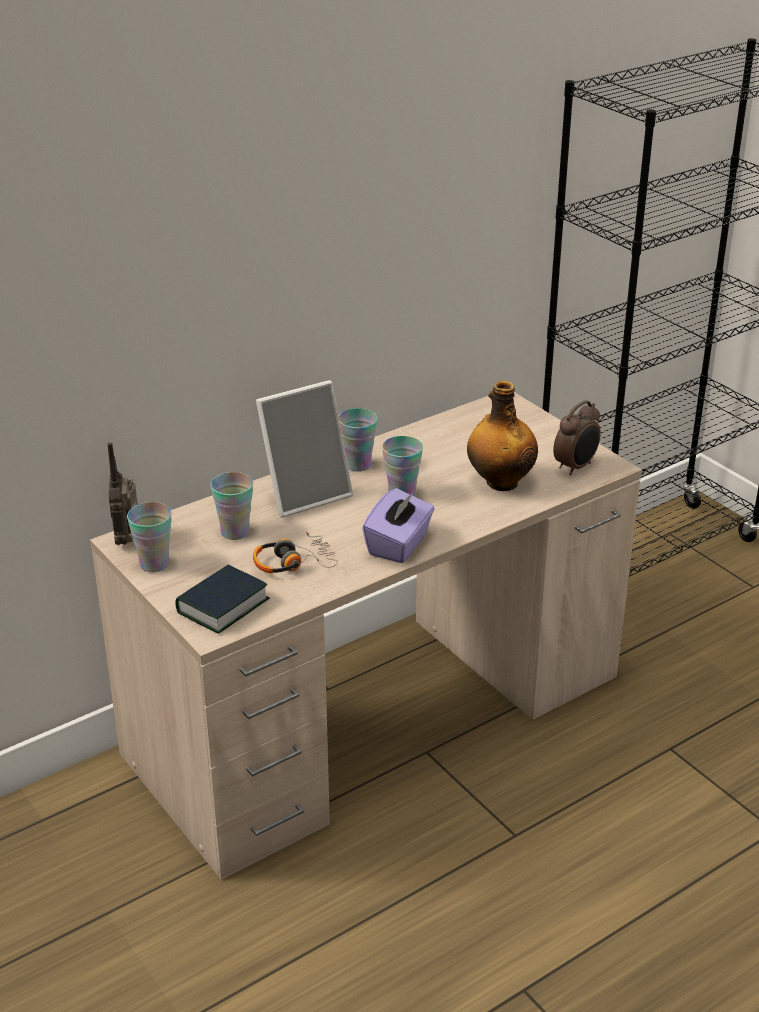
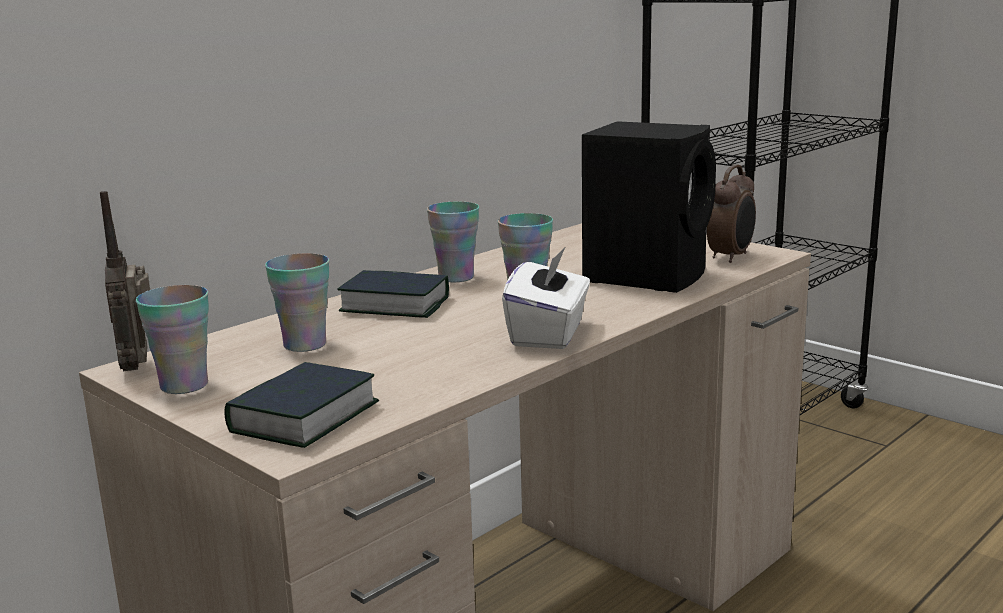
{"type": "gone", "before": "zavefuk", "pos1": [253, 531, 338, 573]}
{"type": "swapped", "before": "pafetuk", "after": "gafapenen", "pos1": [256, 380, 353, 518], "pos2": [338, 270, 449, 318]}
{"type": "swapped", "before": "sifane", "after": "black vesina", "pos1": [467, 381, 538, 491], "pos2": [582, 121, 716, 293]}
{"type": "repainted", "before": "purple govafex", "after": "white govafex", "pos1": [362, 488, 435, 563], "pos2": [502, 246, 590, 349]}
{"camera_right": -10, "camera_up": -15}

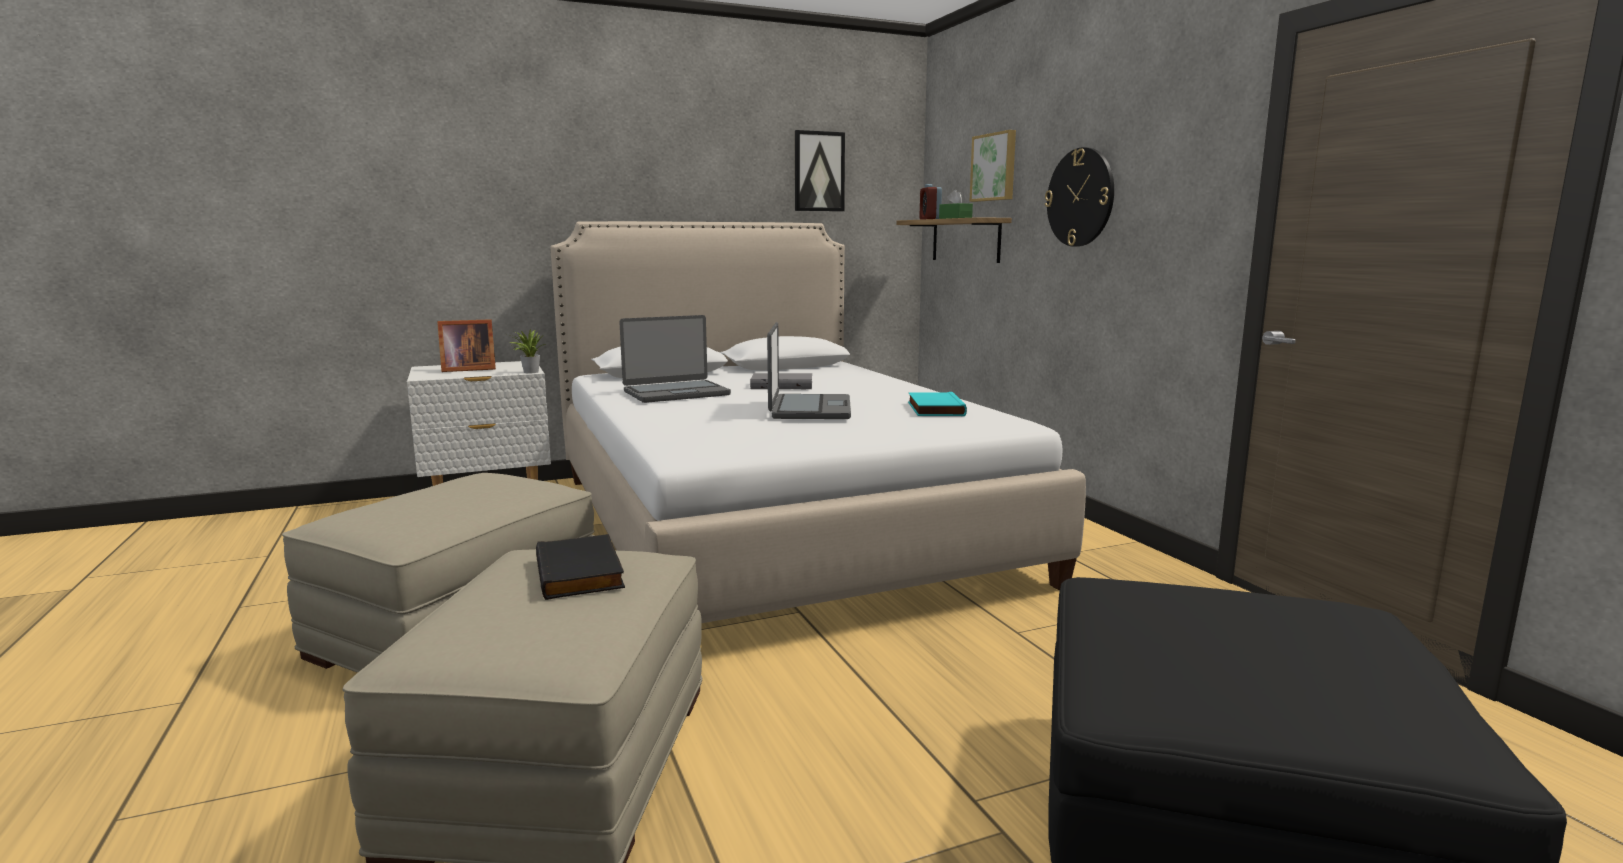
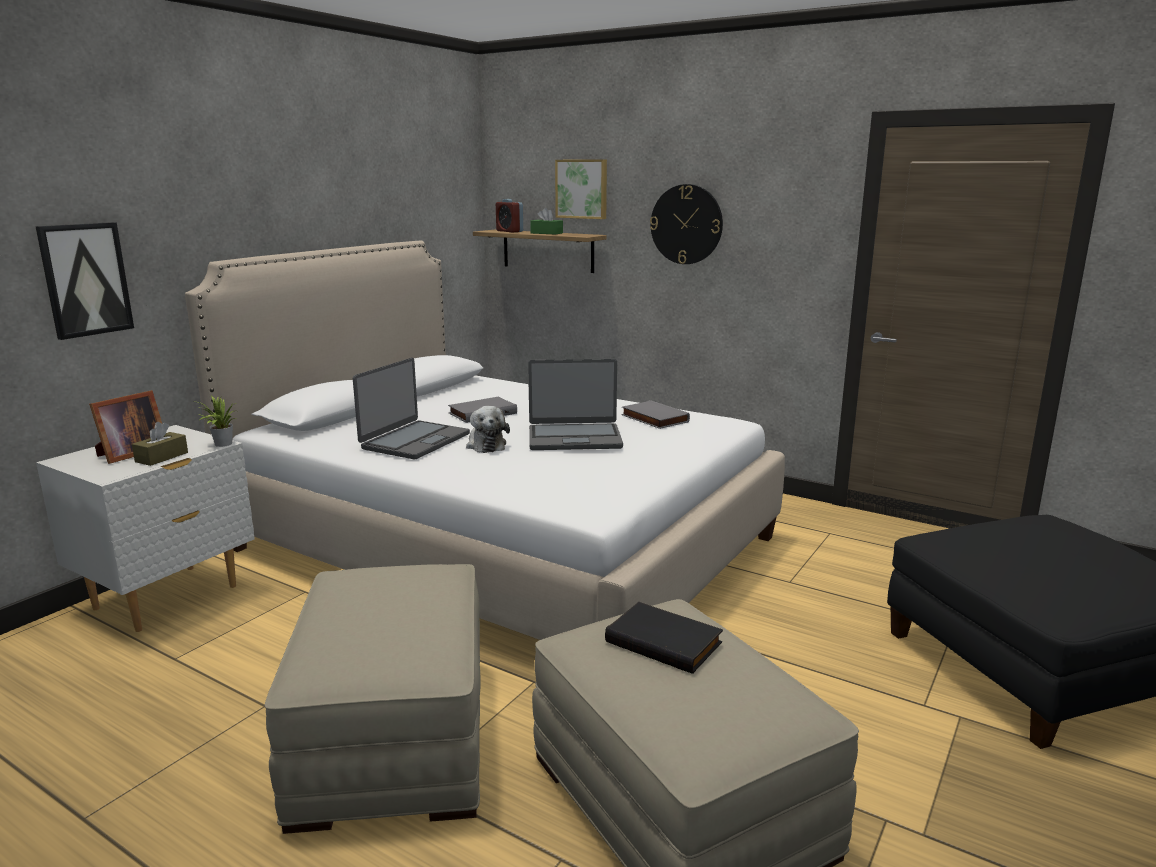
{"type": "new", "after": "brown govafex", "pos2": [132, 422, 188, 466]}
{"type": "new", "after": "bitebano", "pos2": [466, 406, 510, 453]}
{"type": "shifted", "before": "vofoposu", "pos1": [795, 130, 845, 211], "pos2": [35, 222, 134, 340]}
{"type": "repainted", "before": "turquoise gafapenen", "after": "grey gafapenen", "pos1": [908, 392, 967, 416], "pos2": [621, 400, 690, 429]}
{"type": "rotated", "before": "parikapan", "pos1": [767, 322, 851, 419], "pos2": [528, 359, 623, 450], "turn": 120}
{"camera_right": -35, "camera_up": 5}

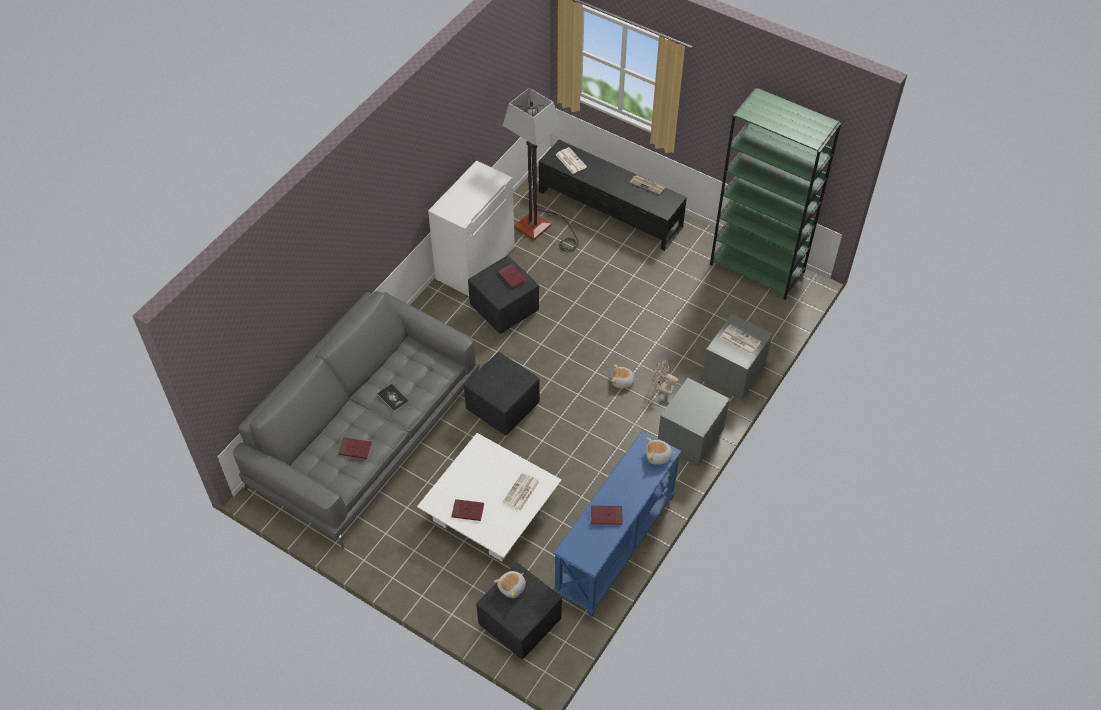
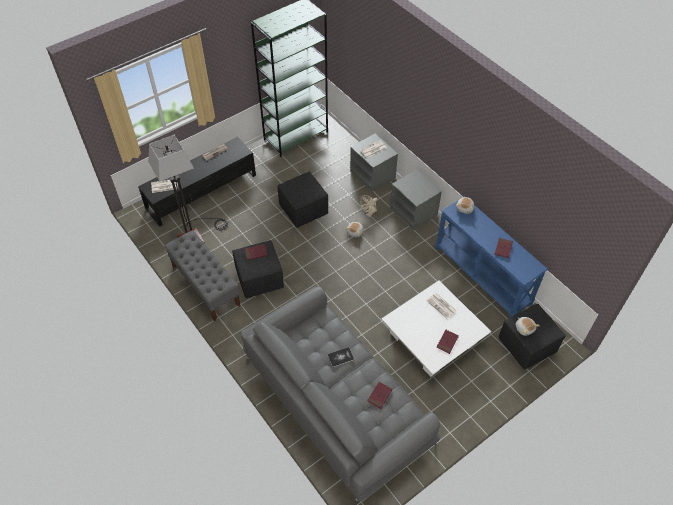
{"type": "shifted", "before": "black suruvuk", "pos1": [464, 352, 540, 435], "pos2": [277, 172, 328, 228]}
{"type": "swapped", "before": "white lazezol", "after": "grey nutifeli", "pos1": [428, 160, 515, 297], "pos2": [164, 230, 241, 321]}
{"camera_right": -70, "camera_up": 0}

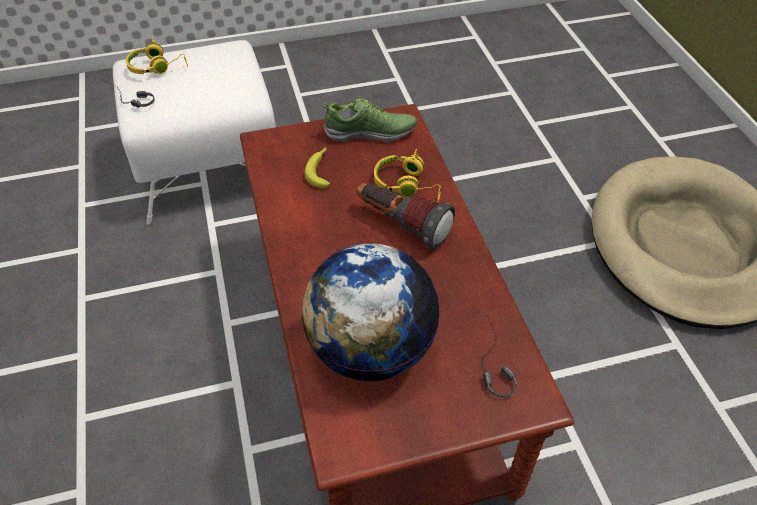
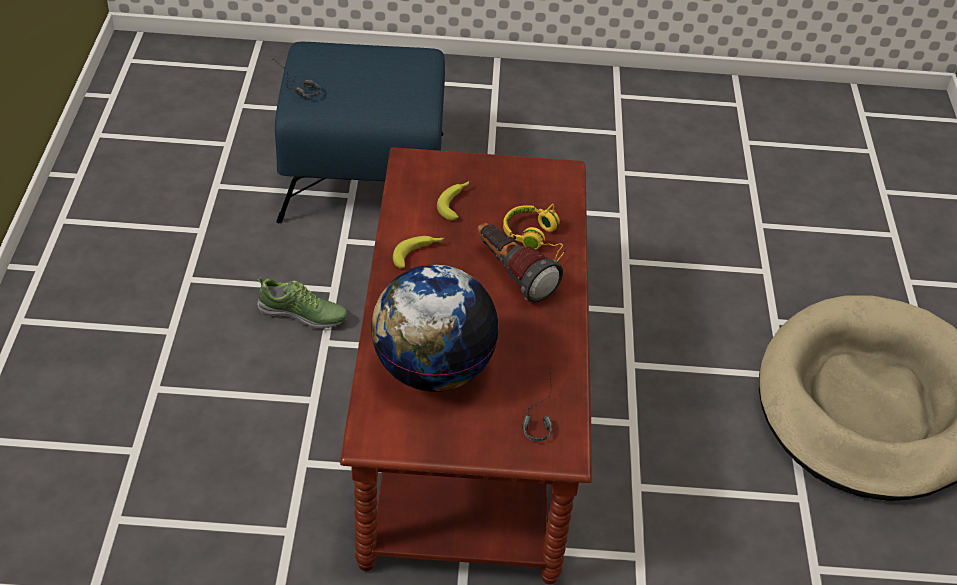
{"type": "gone", "before": "yellow zavefuk", "pos1": [126, 36, 188, 74]}
{"type": "new", "after": "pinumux", "pos2": [393, 236, 444, 268]}
{"type": "shifted", "before": "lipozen", "pos1": [323, 99, 417, 142], "pos2": [257, 277, 348, 329]}
{"type": "repainted", "before": "white suruvuk", "after": "blue suruvuk", "pos1": [113, 40, 276, 224], "pos2": [275, 42, 445, 223]}
{"camera_right": 15, "camera_up": -5}

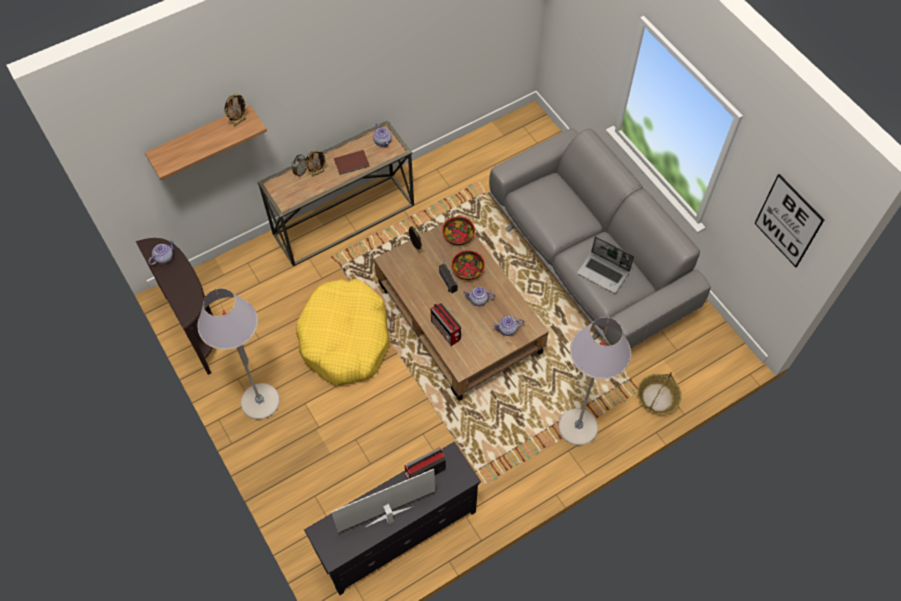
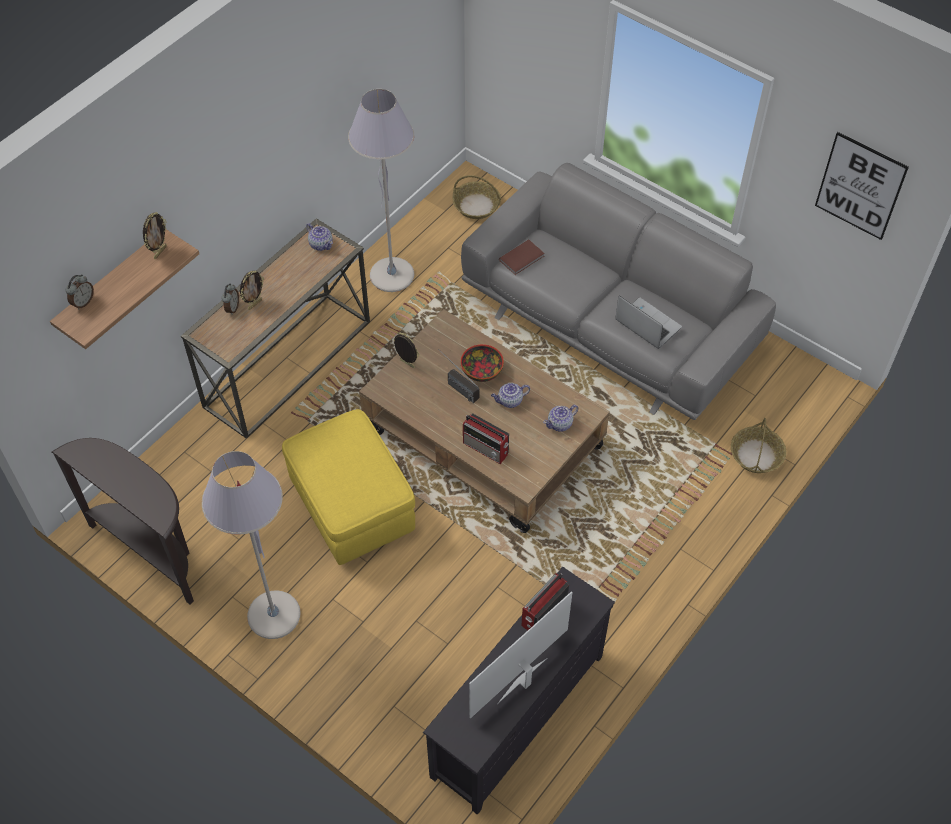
{"type": "gone", "before": "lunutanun", "pos1": [148, 239, 174, 265]}
{"type": "gone", "before": "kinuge", "pos1": [442, 216, 475, 245]}
{"type": "new", "after": "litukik", "pos2": [65, 274, 94, 309]}
{"type": "new", "after": "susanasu", "pos2": [453, 175, 501, 219]}
{"type": "shifted", "before": "brown gafapenen", "pos1": [334, 150, 370, 175], "pos2": [499, 239, 545, 275]}
{"type": "shifted", "before": "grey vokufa", "pos1": [558, 317, 631, 446], "pos2": [348, 89, 414, 292]}
{"type": "swapped", "before": "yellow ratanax", "after": "yellow suruvuk", "pos1": [296, 279, 389, 386], "pos2": [282, 409, 415, 565]}
{"type": "rotated", "before": "parikapan", "pos1": [577, 236, 634, 293], "pos2": [615, 296, 682, 349], "turn": -150}
{"camera_right": -20, "camera_up": -5}

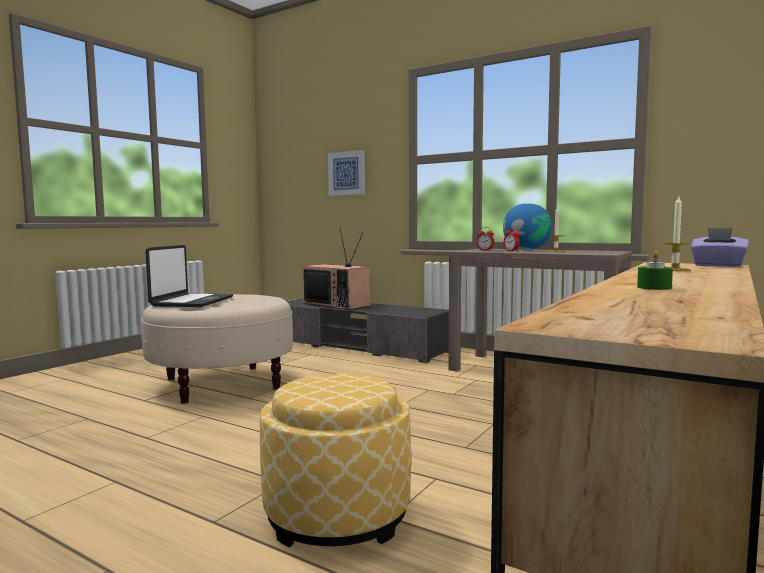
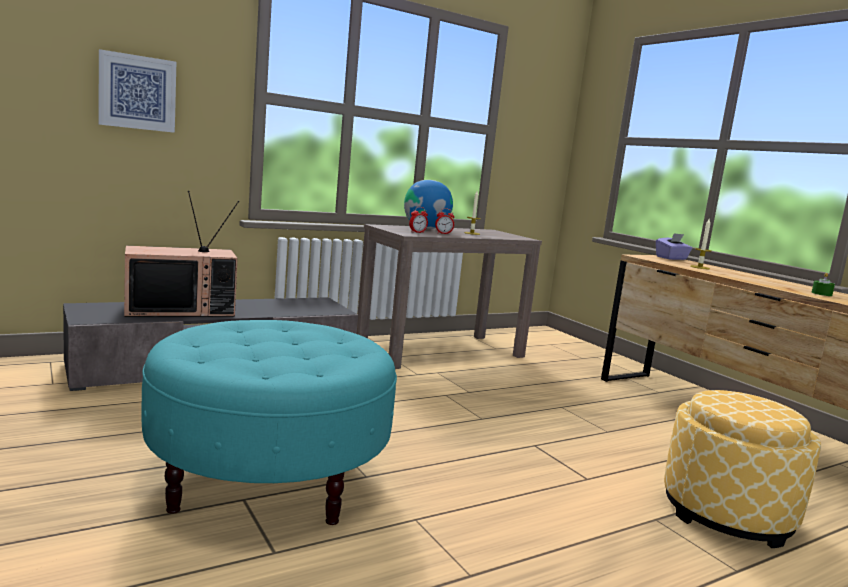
{"type": "gone", "before": "parikapan", "pos1": [145, 245, 233, 307]}
{"type": "repainted", "before": "beige suruvuk", "after": "turquoise suruvuk", "pos1": [141, 294, 293, 404], "pos2": [141, 320, 397, 525]}
{"camera_right": -65, "camera_up": 5}

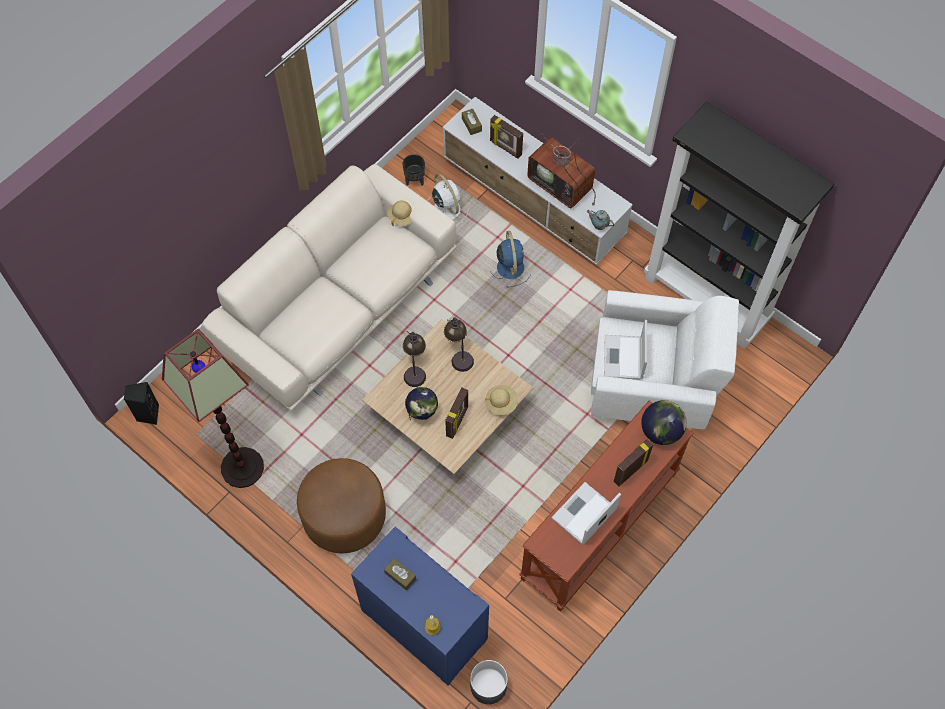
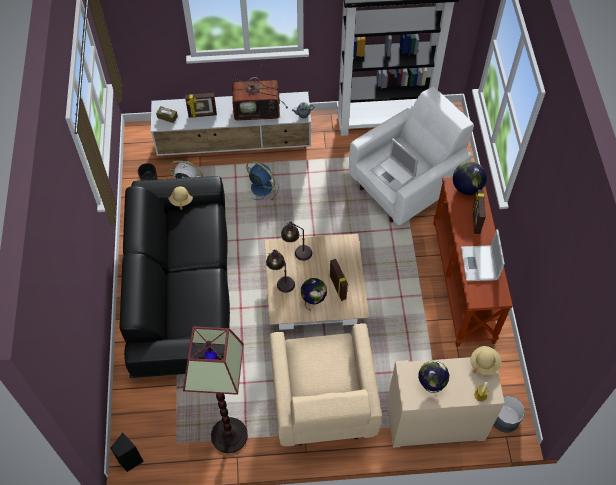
{"type": "shifted", "before": "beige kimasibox", "pos1": [485, 385, 518, 415], "pos2": [470, 346, 502, 375]}
{"type": "swapped", "before": "brown suruvuk", "after": "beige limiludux", "pos1": [297, 458, 386, 553], "pos2": [270, 323, 382, 446]}
{"type": "swapped", "before": "brown govafex", "after": "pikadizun", "pos1": [384, 558, 416, 590], "pos2": [418, 361, 449, 393]}
{"type": "repainted", "before": "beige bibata", "after": "black bibata", "pos1": [202, 164, 457, 411], "pos2": [120, 176, 230, 378]}
{"type": "repainted", "before": "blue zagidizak", "after": "beige zagidizak", "pos1": [351, 527, 489, 685], "pos2": [387, 357, 505, 448]}
{"camera_right": -45, "camera_up": -5}

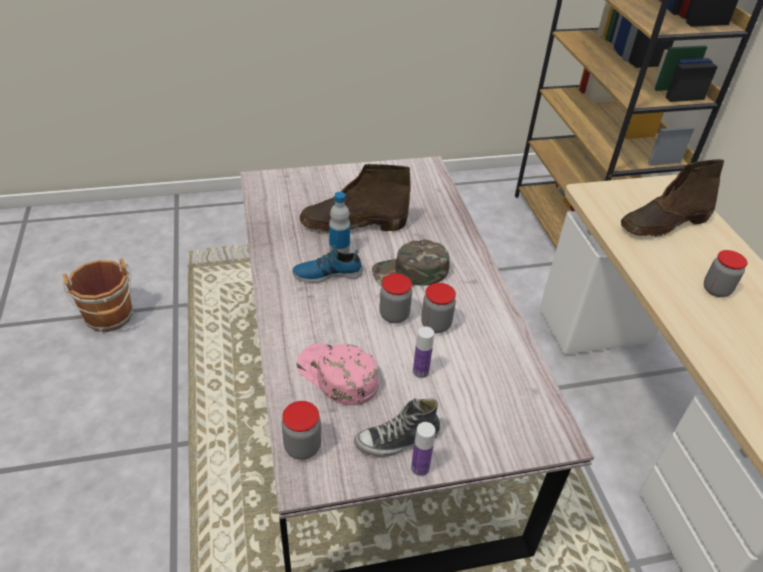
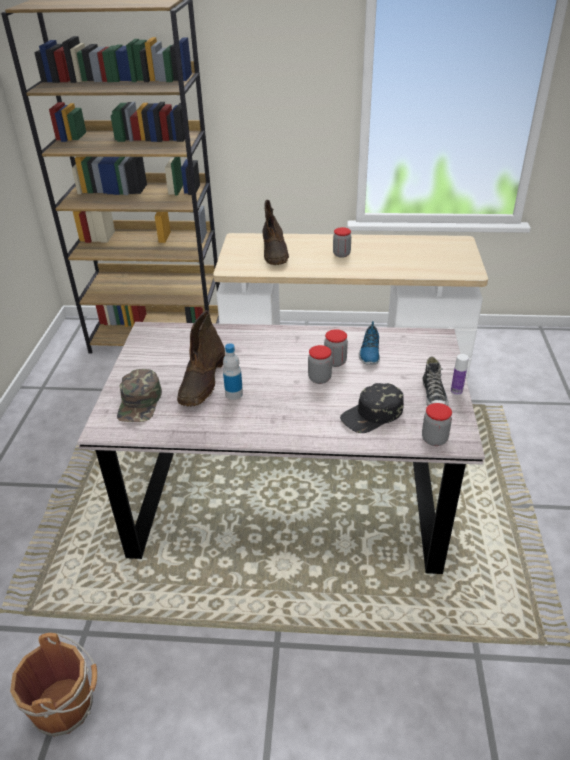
{"type": "gone", "before": "sifane", "pos1": [413, 326, 434, 378]}
{"type": "shifted", "before": "lipozen", "pos1": [292, 245, 363, 283], "pos2": [359, 321, 380, 365]}
{"type": "shifted", "before": "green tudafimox", "pos1": [372, 239, 450, 286], "pos2": [117, 369, 162, 422]}
{"type": "repainted", "before": "pink tudafimox", "after": "black tudafimox", "pos1": [296, 343, 379, 405], "pos2": [340, 383, 404, 433]}
{"camera_right": -70, "camera_up": -5}

